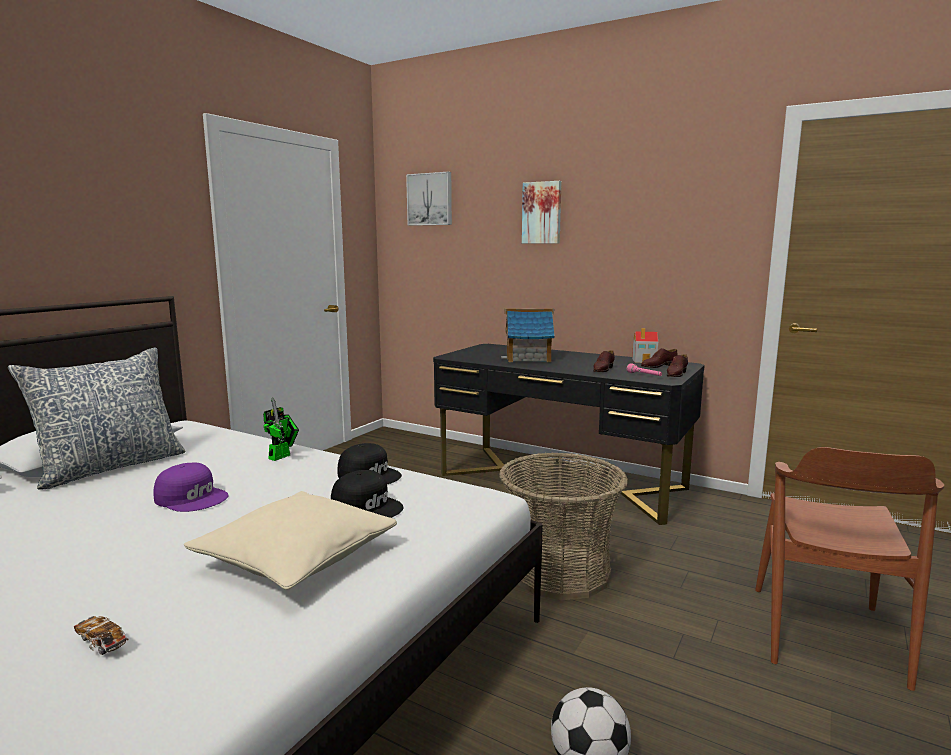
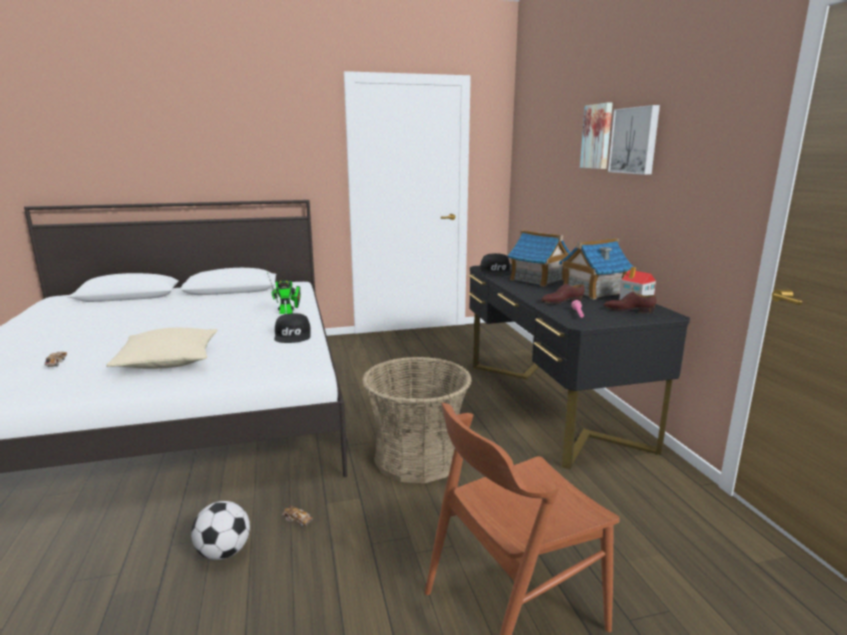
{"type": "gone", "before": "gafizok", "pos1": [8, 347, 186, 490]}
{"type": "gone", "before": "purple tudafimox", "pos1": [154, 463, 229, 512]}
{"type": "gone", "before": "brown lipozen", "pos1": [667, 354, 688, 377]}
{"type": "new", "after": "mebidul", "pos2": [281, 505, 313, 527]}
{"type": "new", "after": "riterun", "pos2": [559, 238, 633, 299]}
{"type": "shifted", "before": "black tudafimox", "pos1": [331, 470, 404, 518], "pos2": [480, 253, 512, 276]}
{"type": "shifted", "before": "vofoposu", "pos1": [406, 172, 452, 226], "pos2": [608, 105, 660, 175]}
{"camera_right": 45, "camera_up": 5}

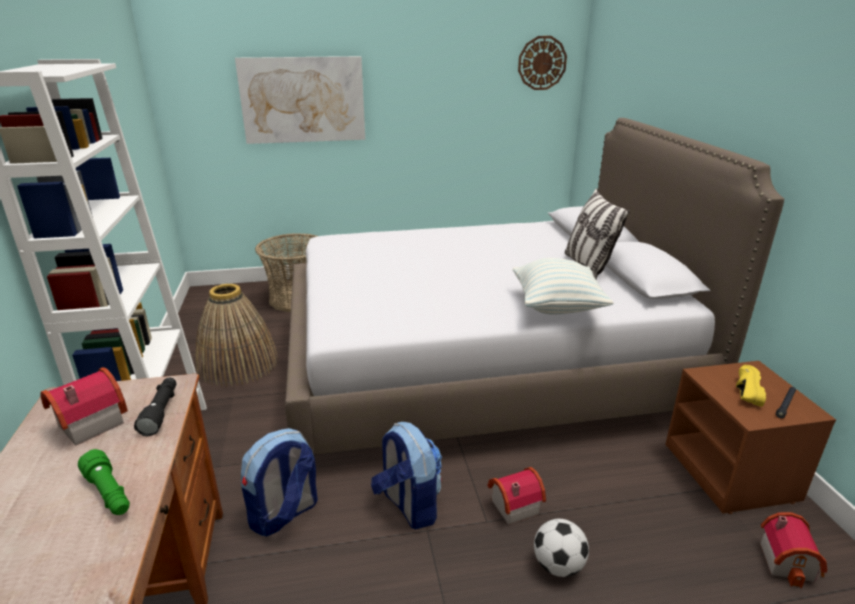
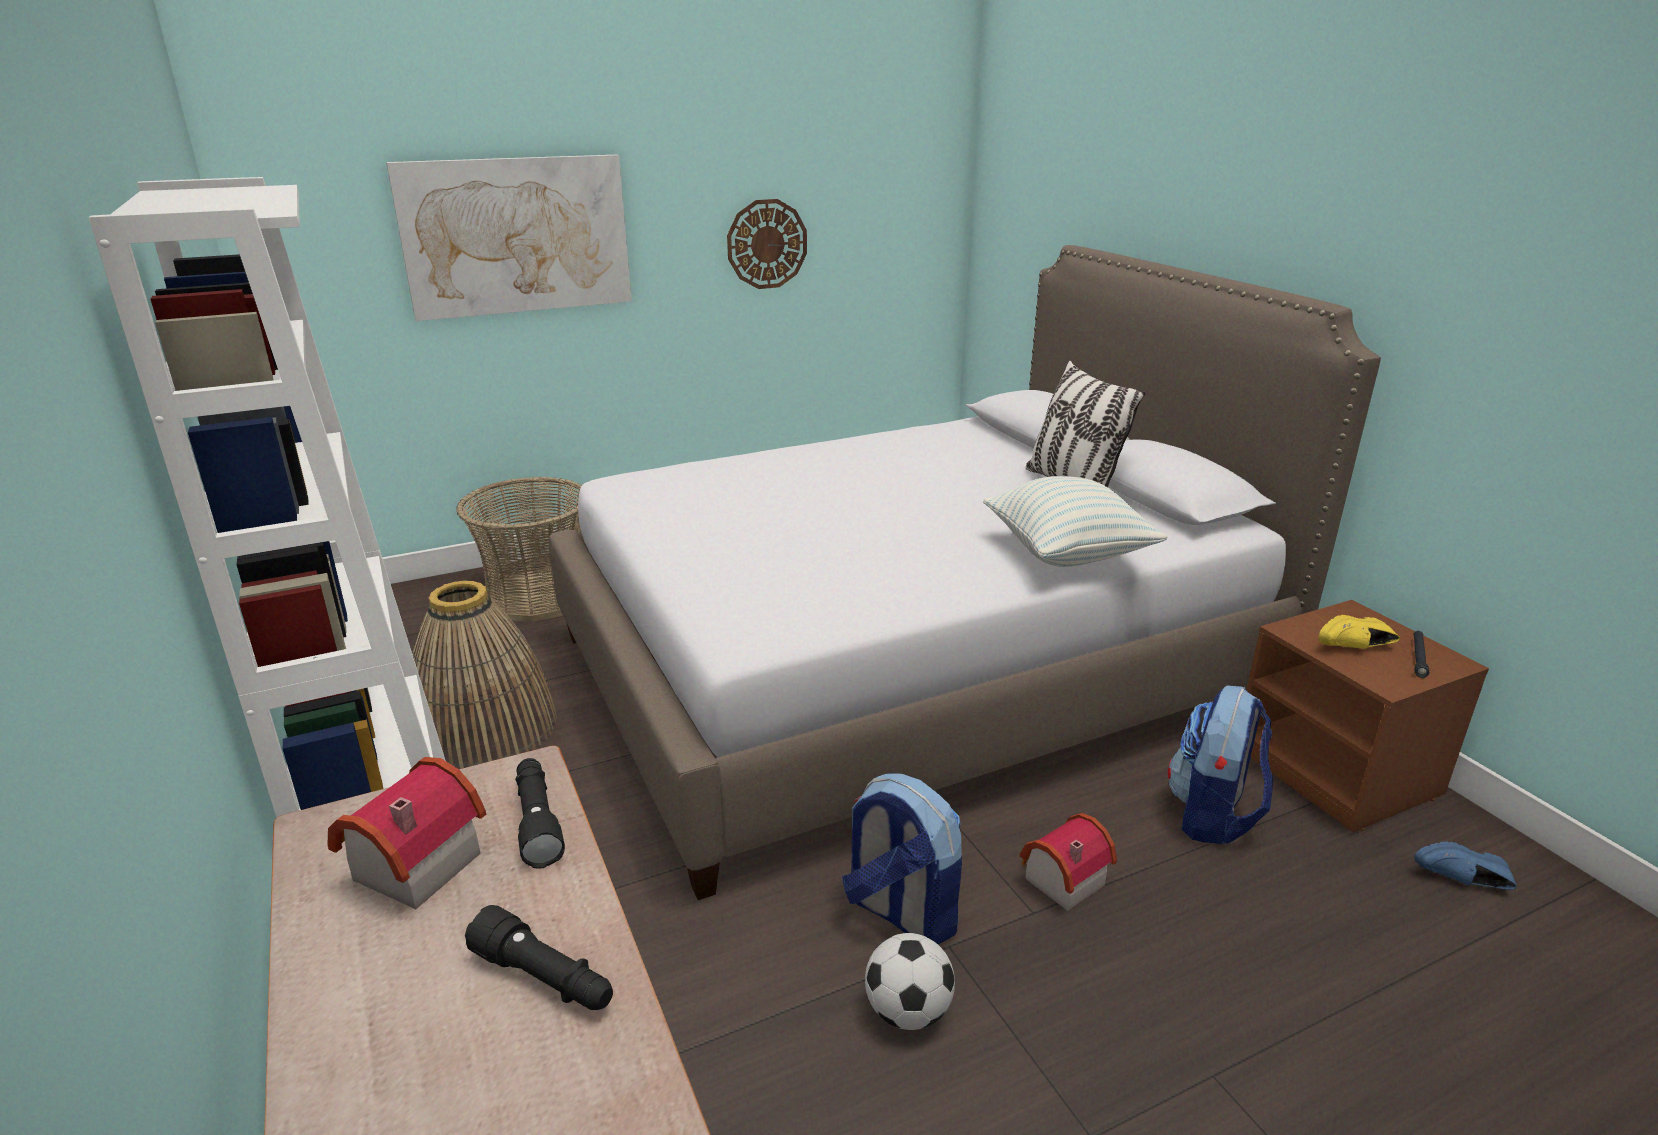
{"type": "shifted", "before": "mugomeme", "pos1": [241, 428, 318, 537], "pos2": [1168, 685, 1273, 844]}
{"type": "shifted", "before": "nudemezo", "pos1": [518, 36, 567, 90], "pos2": [727, 199, 807, 289]}
{"type": "shifted", "before": "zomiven", "pos1": [534, 519, 589, 577], "pos2": [865, 933, 955, 1030]}
{"type": "swapped", "before": "riterun", "after": "blue lipozen", "pos1": [760, 512, 827, 588], "pos2": [1414, 841, 1517, 890]}
{"type": "repainted", "before": "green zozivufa", "after": "black zozivufa", "pos1": [78, 449, 130, 515], "pos2": [465, 905, 613, 1010]}
{"type": "rotated", "before": "yellow lipozen", "pos1": [736, 365, 766, 407], "pos2": [1319, 615, 1400, 649], "turn": -105}
{"camera_right": -15, "camera_up": 0}

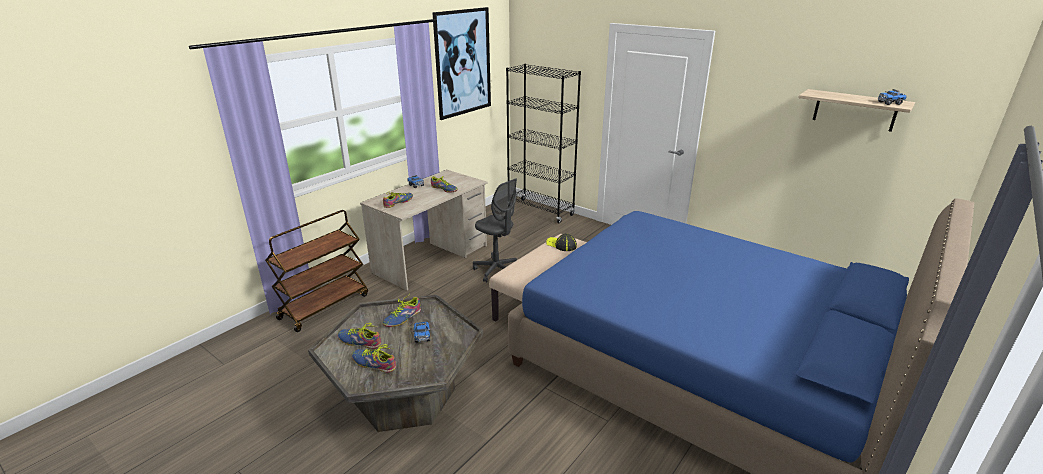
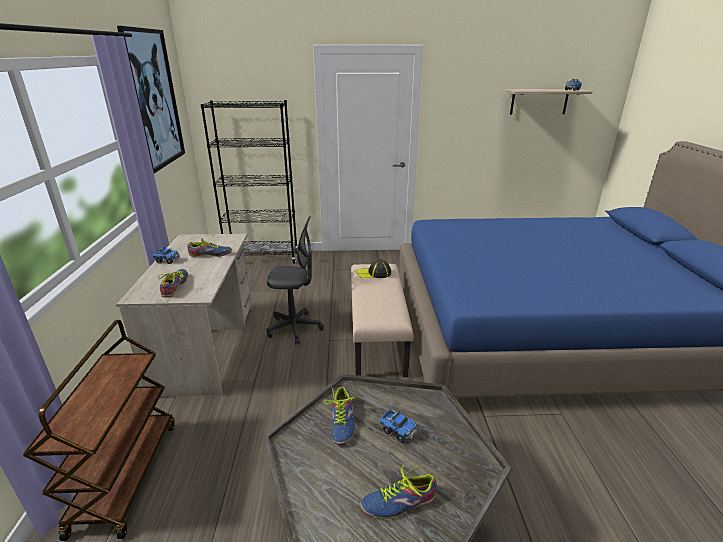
{"type": "gone", "before": "lipozen", "pos1": [337, 323, 381, 349]}
{"camera_right": -40, "camera_up": 0}

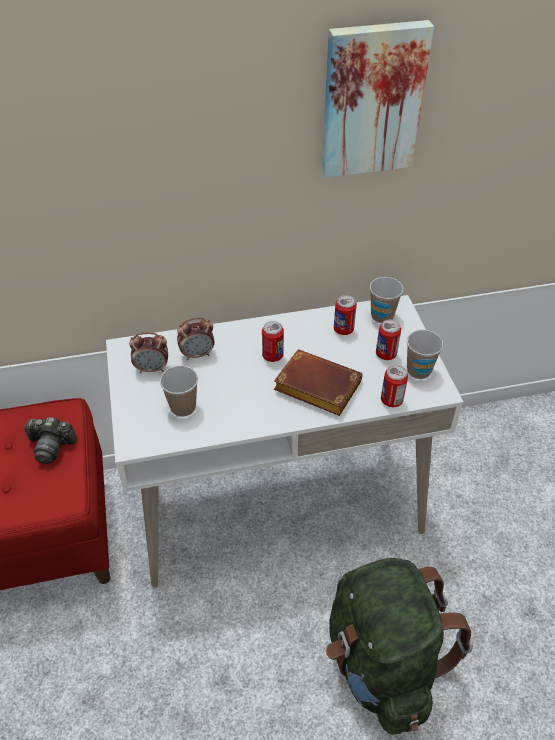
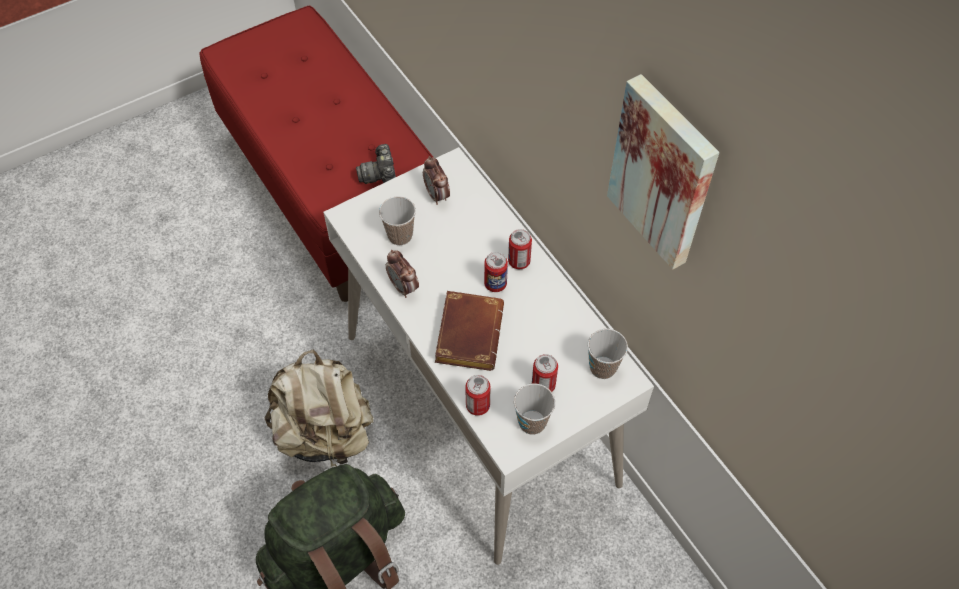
{"type": "new", "after": "beige mugomeme", "pos2": [264, 350, 373, 467]}
{"type": "shifted", "before": "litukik", "pos1": [177, 318, 215, 360], "pos2": [386, 250, 419, 298]}
{"type": "shifted", "before": "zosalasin", "pos1": [334, 295, 357, 335], "pos2": [508, 229, 532, 269]}
{"camera_right": 70, "camera_up": 10}

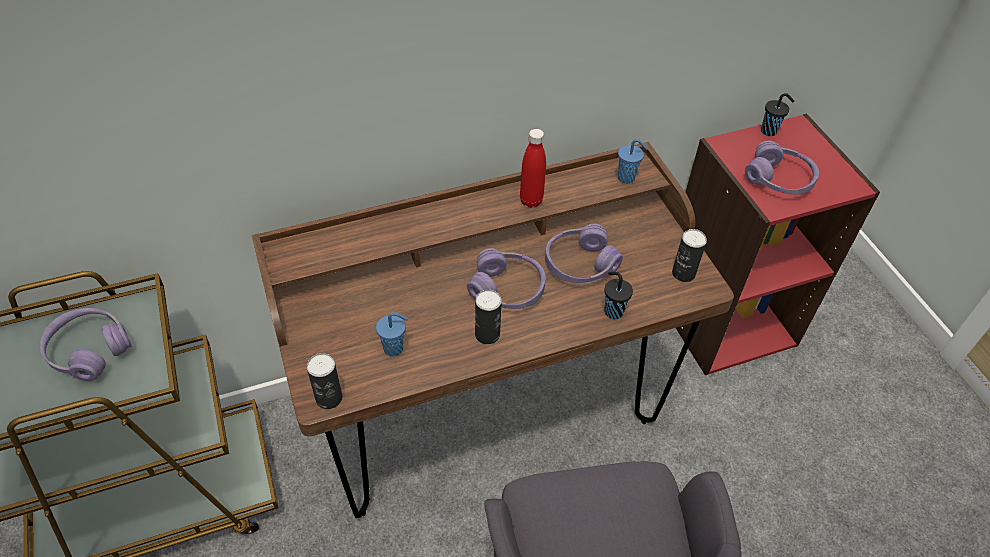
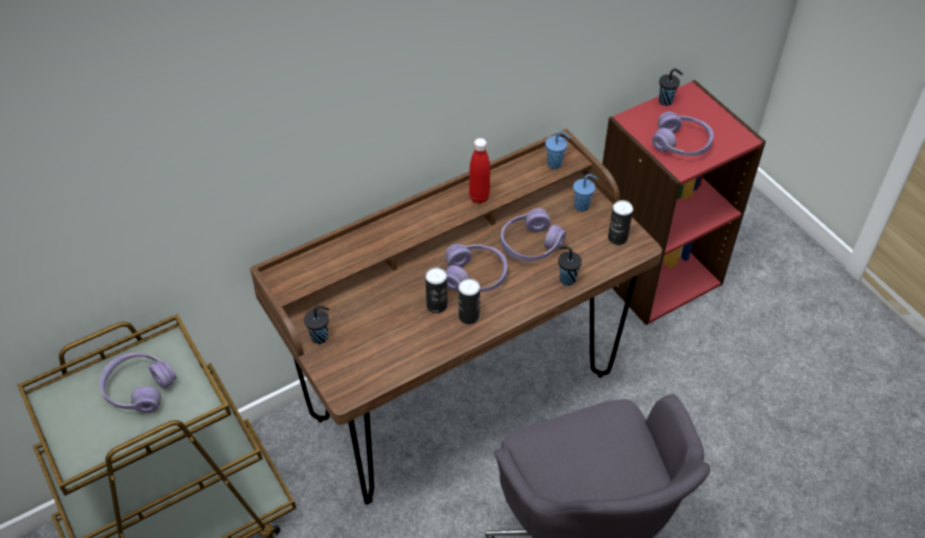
{"type": "new", "after": "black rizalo", "pos2": [304, 306, 330, 344]}
{"type": "shifted", "before": "zosalasin", "pos1": [307, 353, 342, 409], "pos2": [425, 267, 447, 313]}
{"type": "shifted", "before": "blue rizalo", "pos1": [376, 312, 408, 357], "pos2": [573, 174, 598, 212]}
{"camera_right": -10, "camera_up": 0}

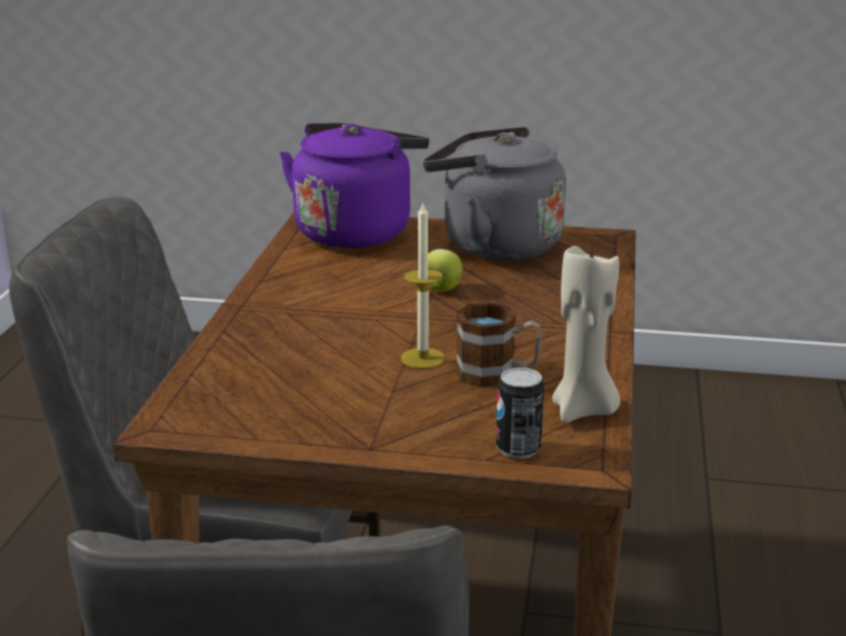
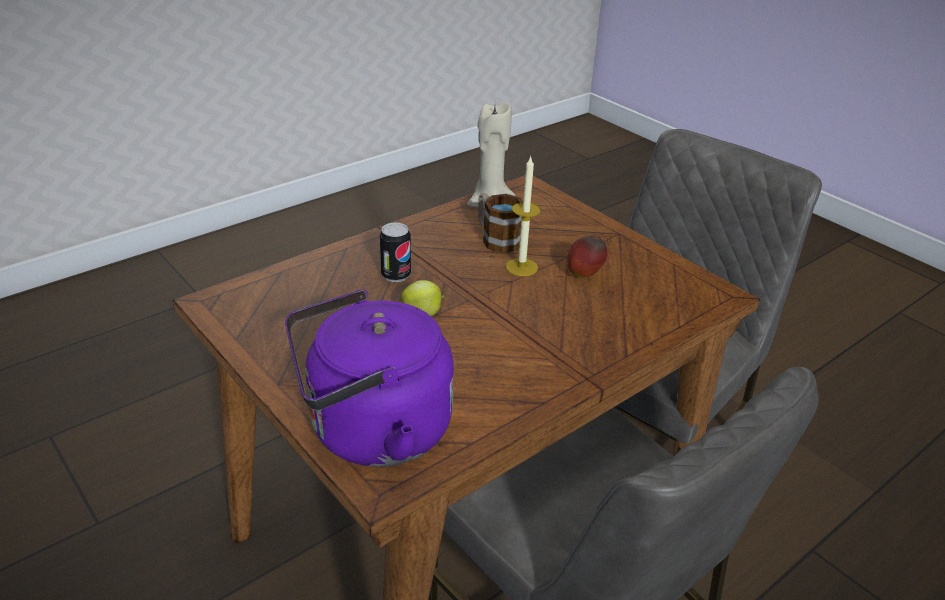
{"type": "gone", "before": "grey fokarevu", "pos1": [423, 127, 566, 260]}
{"type": "new", "after": "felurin", "pos2": [567, 236, 607, 278]}
{"type": "shifted", "before": "zosalasin", "pos1": [496, 367, 544, 459], "pos2": [380, 222, 411, 282]}
{"camera_right": -140, "camera_up": 10}

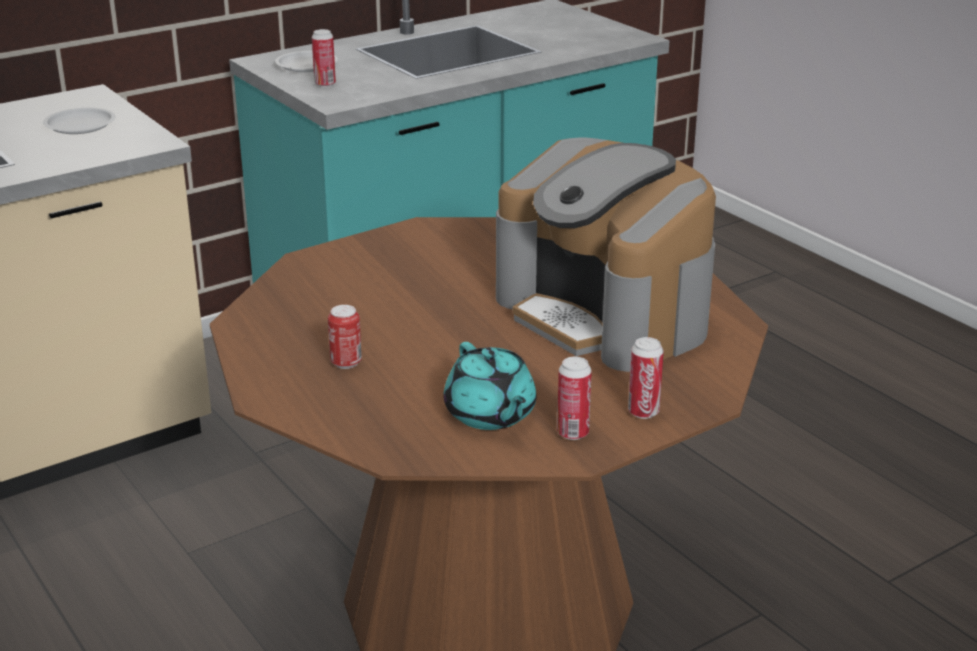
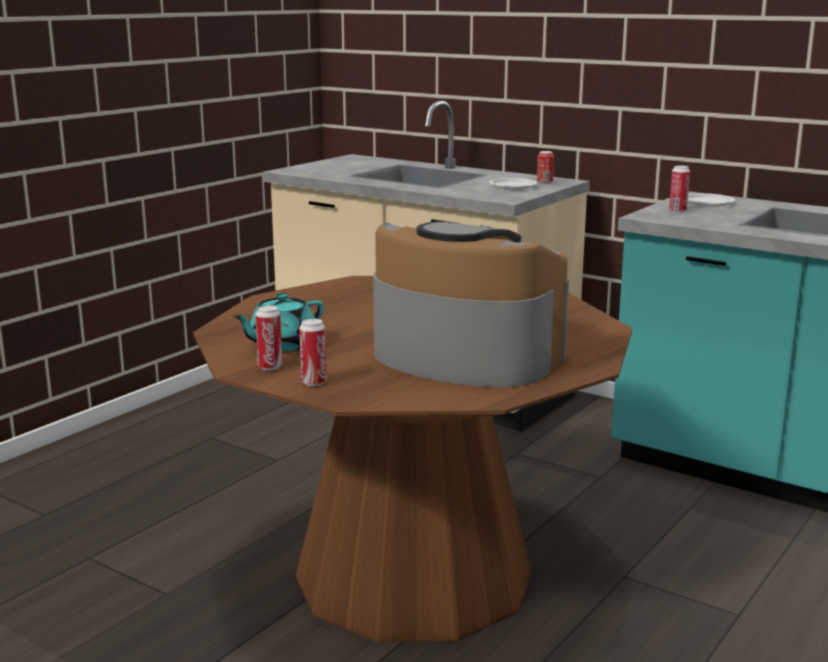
{"type": "shifted", "before": "zosalasin", "pos1": [328, 305, 362, 369], "pos2": [537, 151, 554, 184]}
{"type": "rotated", "before": "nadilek", "pos1": [496, 138, 716, 372], "pos2": [373, 221, 569, 388], "turn": 90}
{"camera_right": 70, "camera_up": -10}

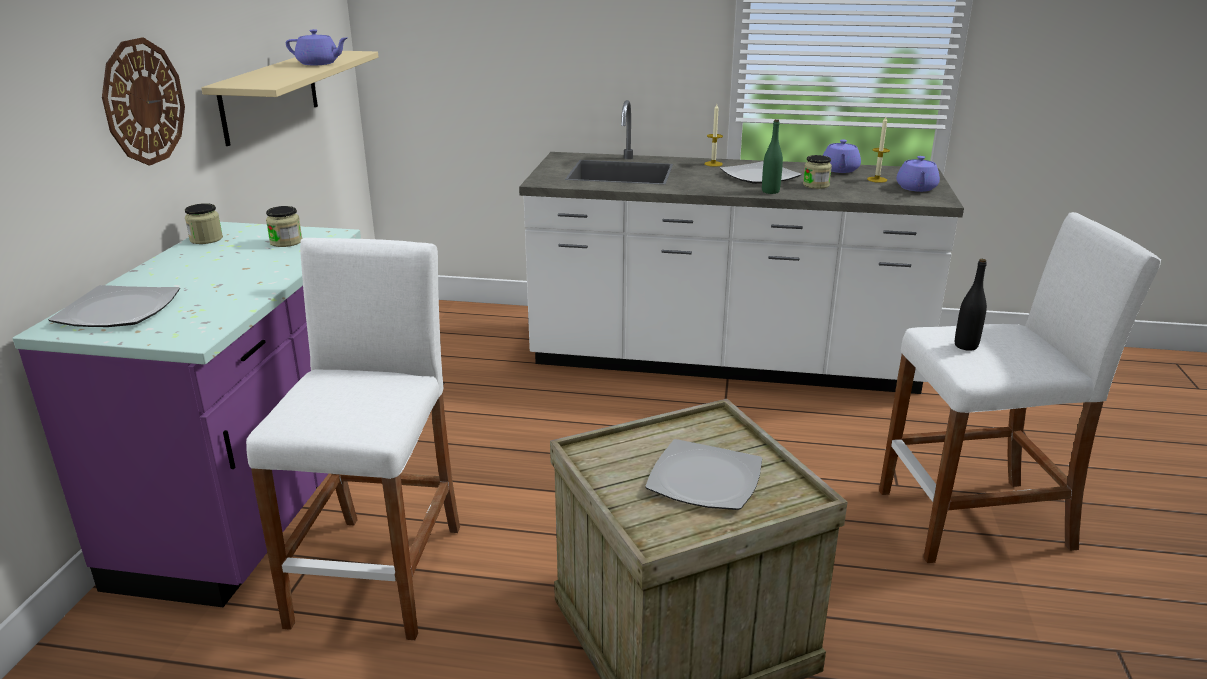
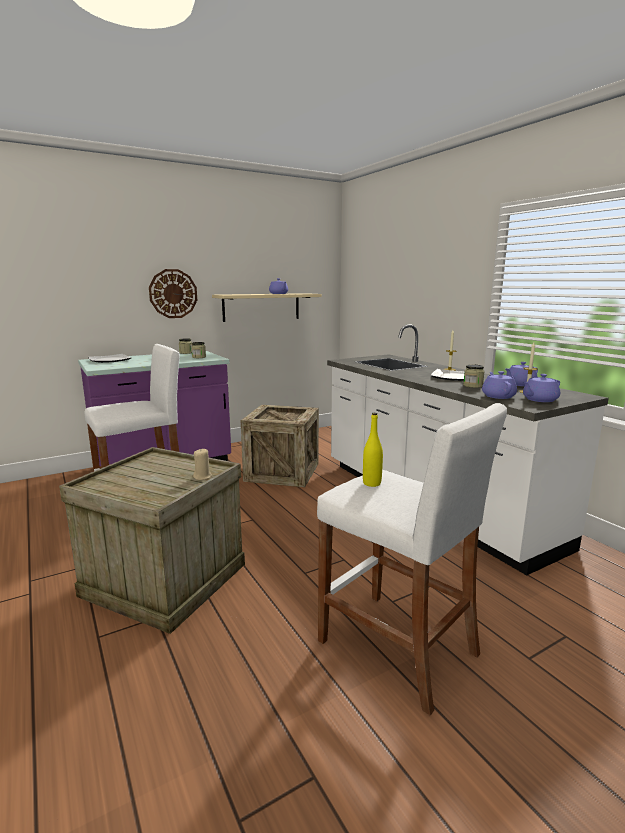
{"type": "gone", "before": "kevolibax", "pos1": [645, 439, 762, 510]}
{"type": "gone", "before": "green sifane", "pos1": [762, 119, 783, 194]}
{"type": "new", "after": "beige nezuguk", "pos2": [193, 449, 212, 480]}
{"type": "new", "after": "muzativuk", "pos2": [241, 405, 319, 487]}
{"type": "new", "after": "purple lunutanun", "pos2": [482, 371, 517, 399]}
{"type": "repainted", "before": "black sifane", "after": "yellow sifane", "pos1": [955, 259, 987, 351], "pos2": [363, 413, 383, 487]}
{"camera_right": 50, "camera_up": -10}

